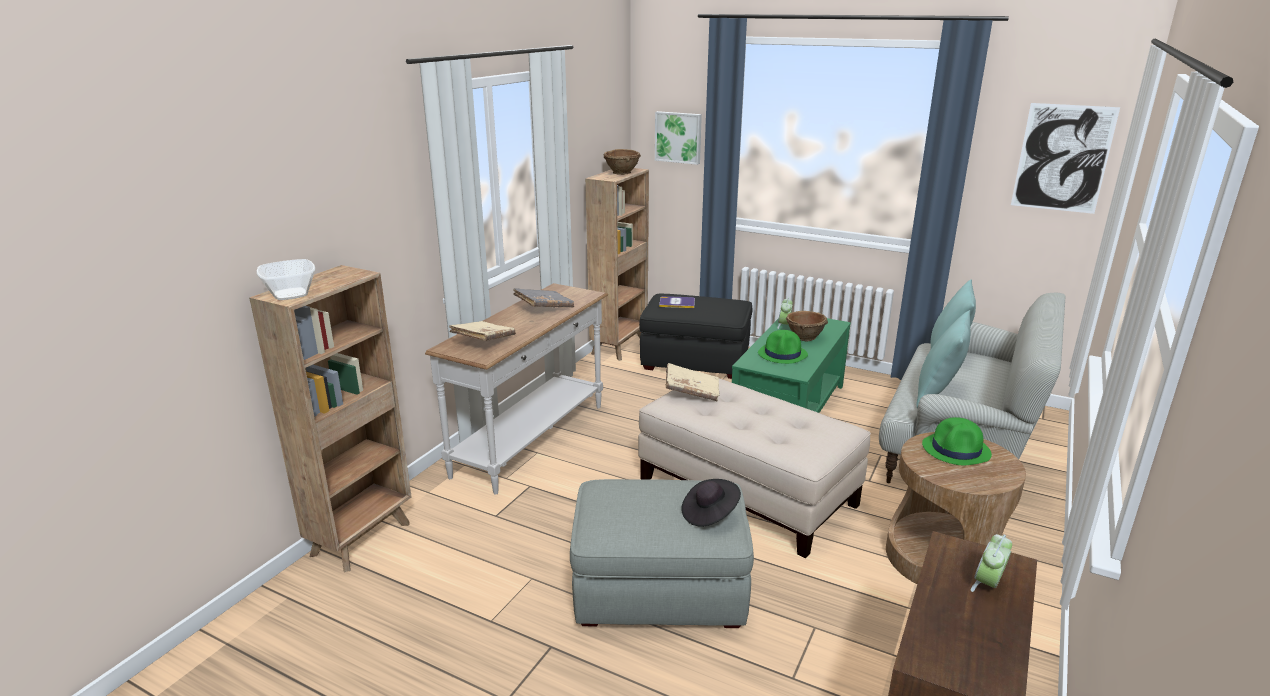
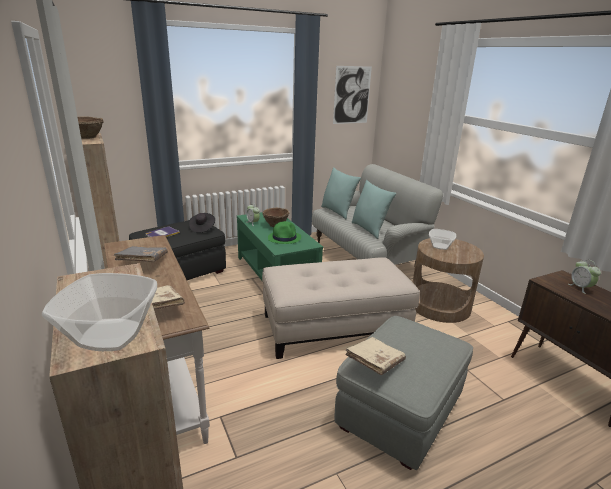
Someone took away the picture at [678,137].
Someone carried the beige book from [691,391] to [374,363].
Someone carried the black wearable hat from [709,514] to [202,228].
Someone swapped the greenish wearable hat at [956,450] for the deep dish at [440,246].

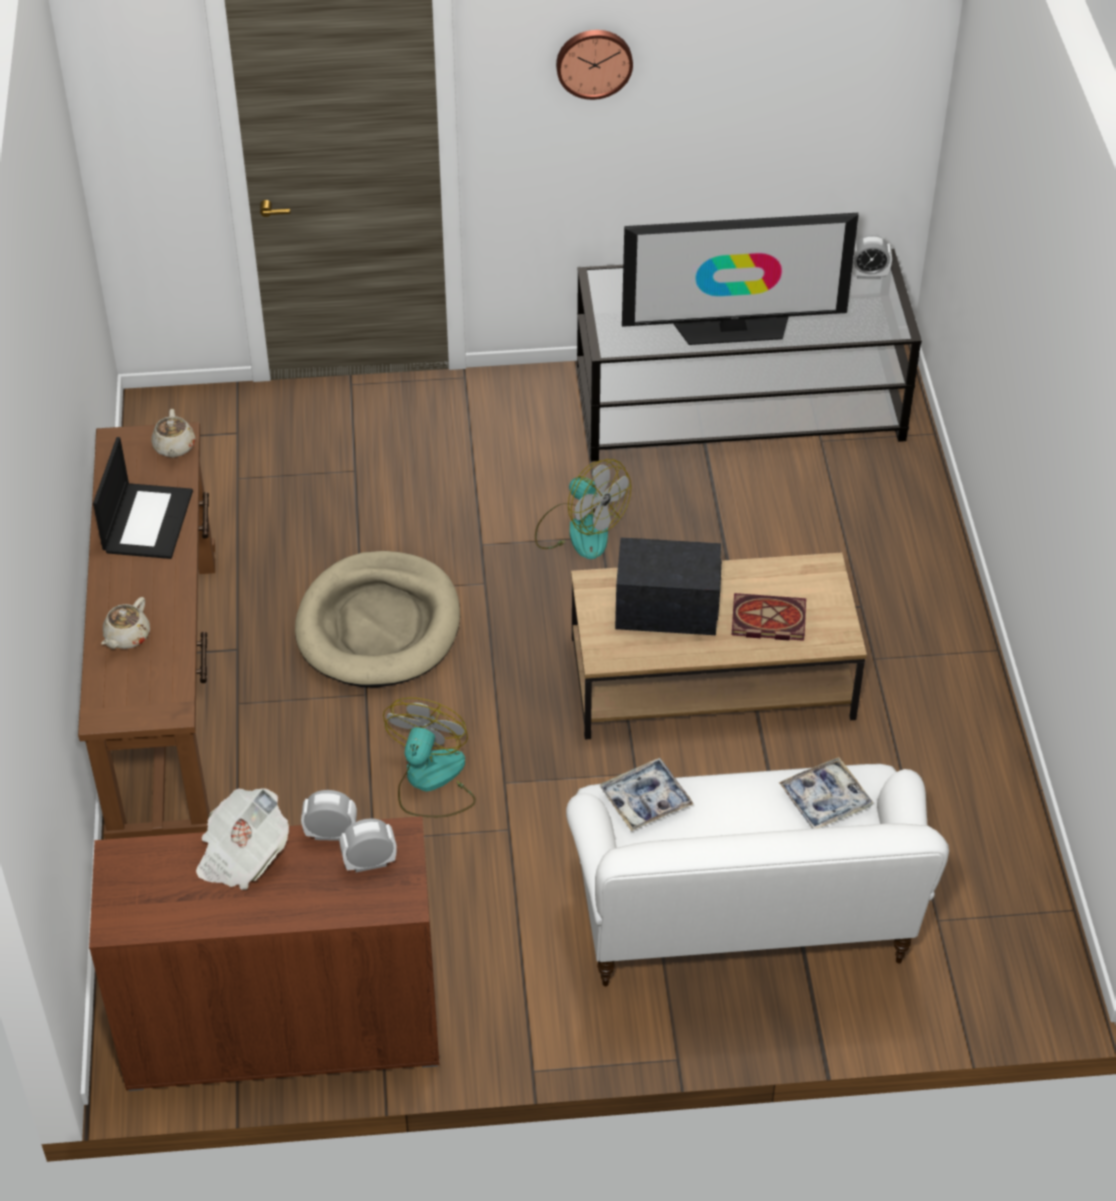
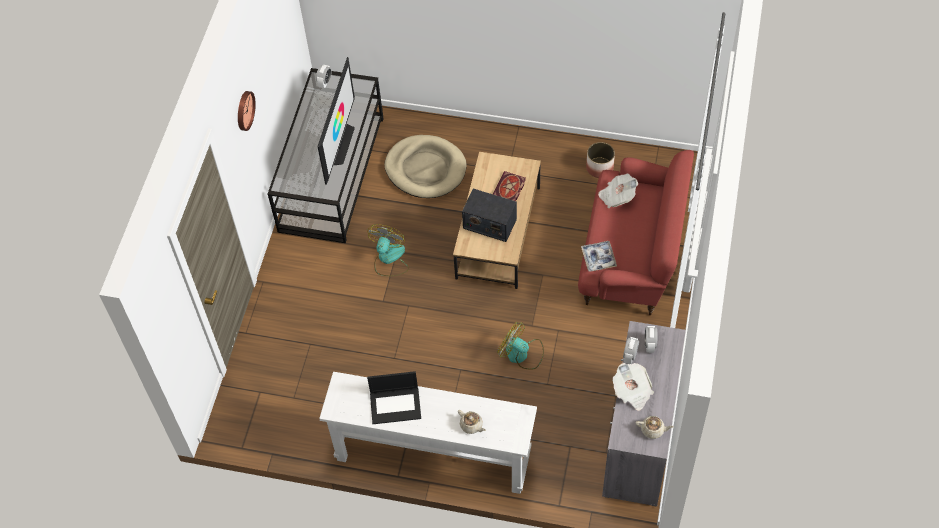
Someone put down the planter at [600,167].
Someone carried the beige tea pot from [174,447] to [653,430].
Someone carried the beige dog cushion from [379,625] to [425,169].
Someone swapped the carrying tray at [825,799] for the daily paper at [617,196].
Someone repainted the brown hall table at [166,698], which became the white-coloured hall table at [433,455].
Someone repainted the brown storage cabinet at [282,1027], which became the gray storage cabinet at [638,439].
Someone repainted the white-coloured sofa at [743,919], which became the red sofa at [631,257].
Someone rotated the laptop at [147,521] by 150 degrees clockwise.
Someone rotated the electric fan at [579,530] by 45 degrees counterclockwise.
Someone rotated the radio at [667,608] by 90 degrees counterclockwise.

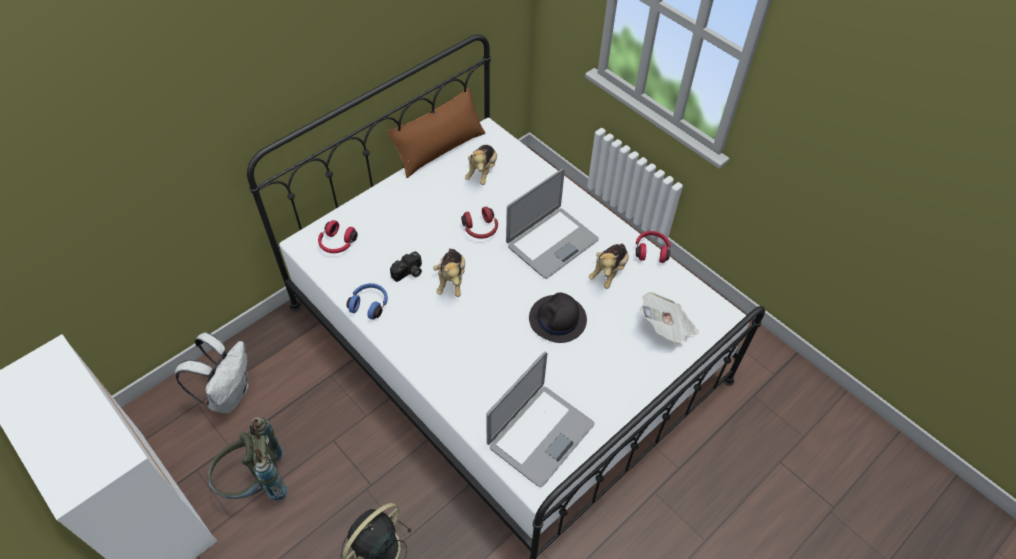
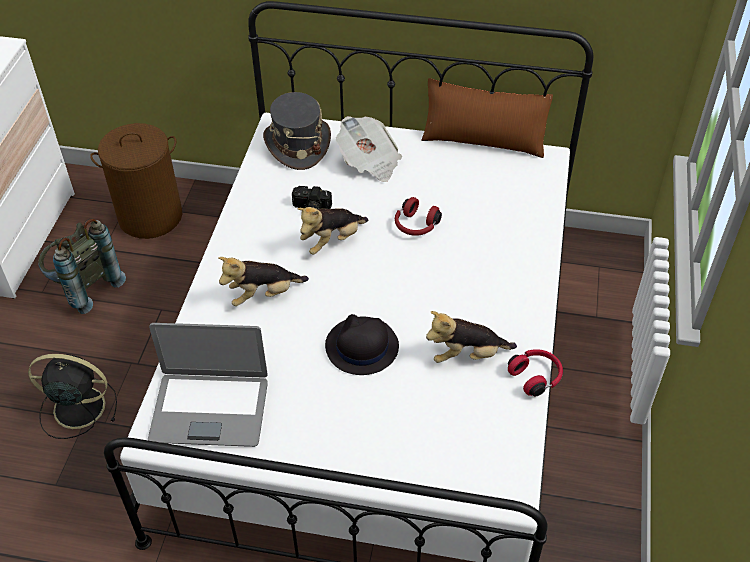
Someone took away the bluish pair of headphones at [370,304].
Someone took away the laptop at [551,242].
Someone carried the soft toy from [482,172] to [263,295].
Someone carried the daily paper from [666,327] to [369,162].
Someone swapped the white-coloured backpack at [229,394] for the brown hamper at [151,216].
Someone swapped the red pair of headphones at [337,243] for the gray wearable hat at [297,145].

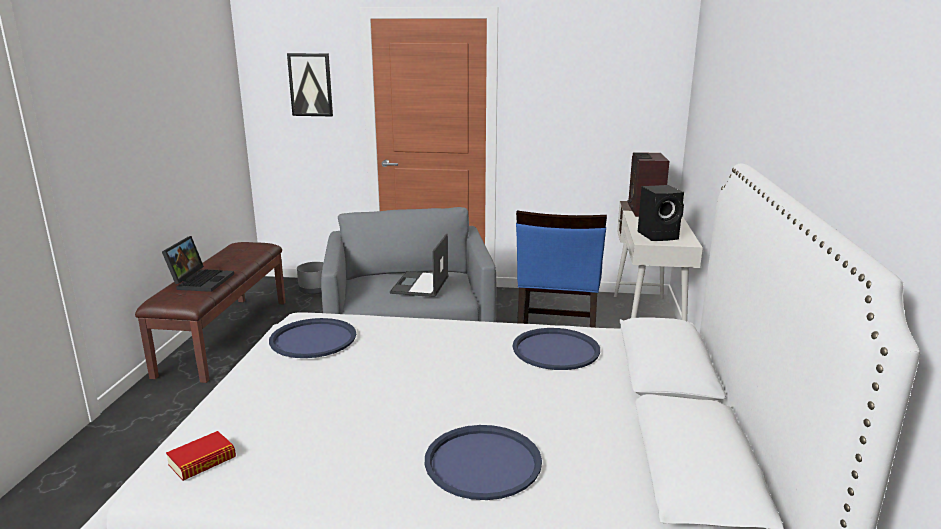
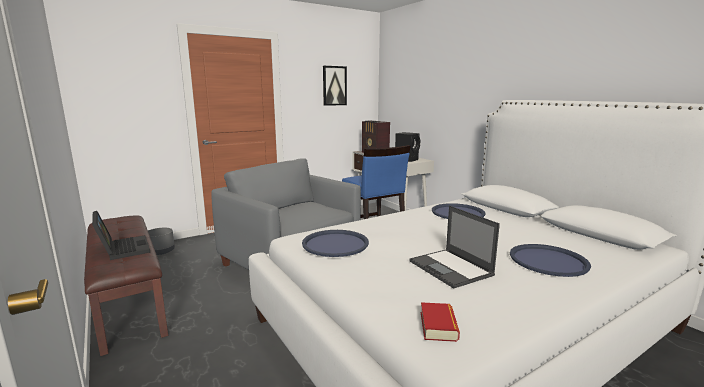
Someone carried the picture from [310,85] to [334,85].
Someone carried the laptop from [420,285] to [451,268].

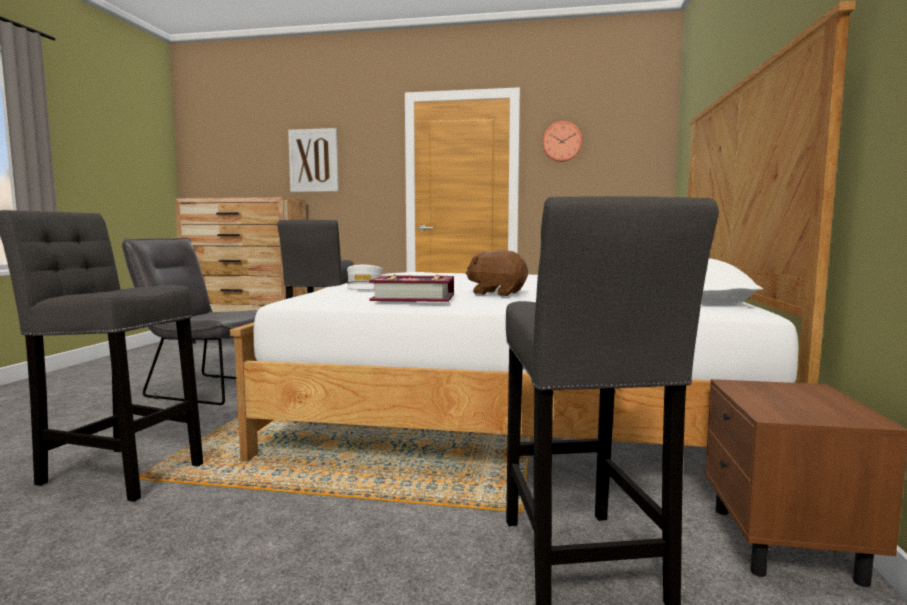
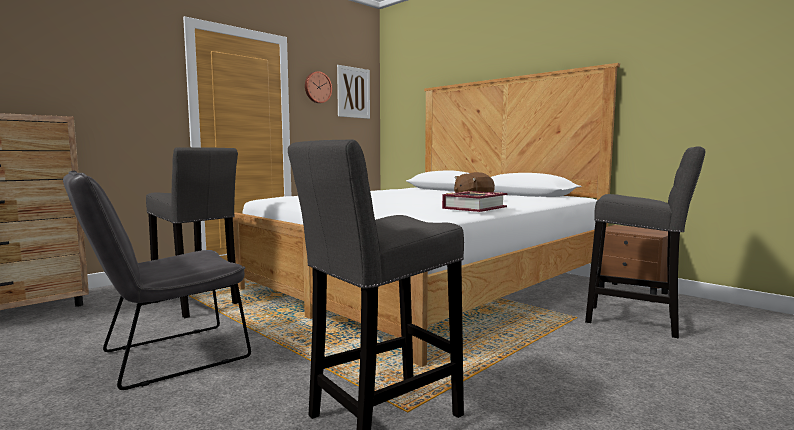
Someone took away the white-coloured peaked cap at [364,287].
Someone carried the picture from [313,160] to [353,92].

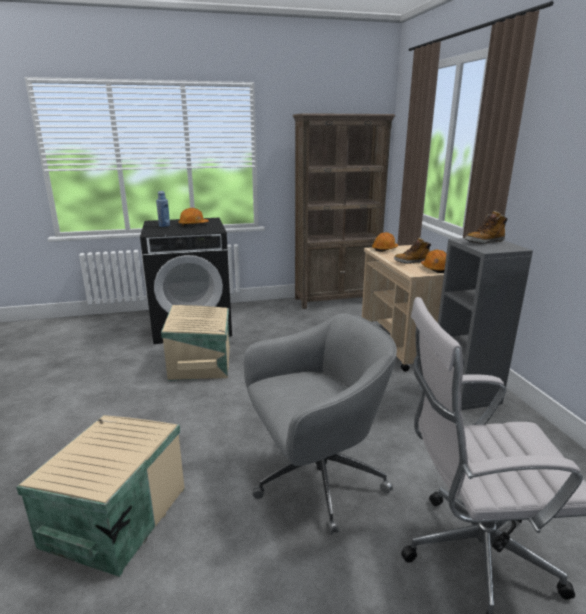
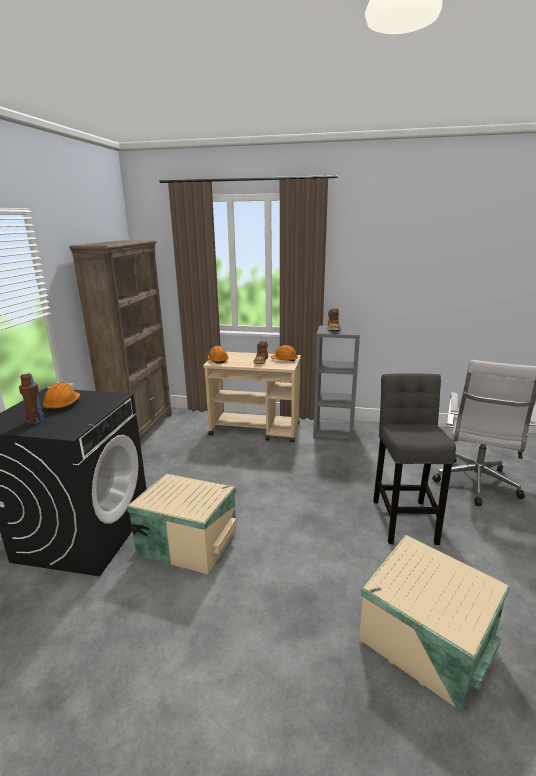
Someone swapped the gray office chair at [315,479] for the gray sitting stool at [404,518].
Someone repainted the bluish drink bottle at [164,226], which became the brown drink bottle at [36,420].

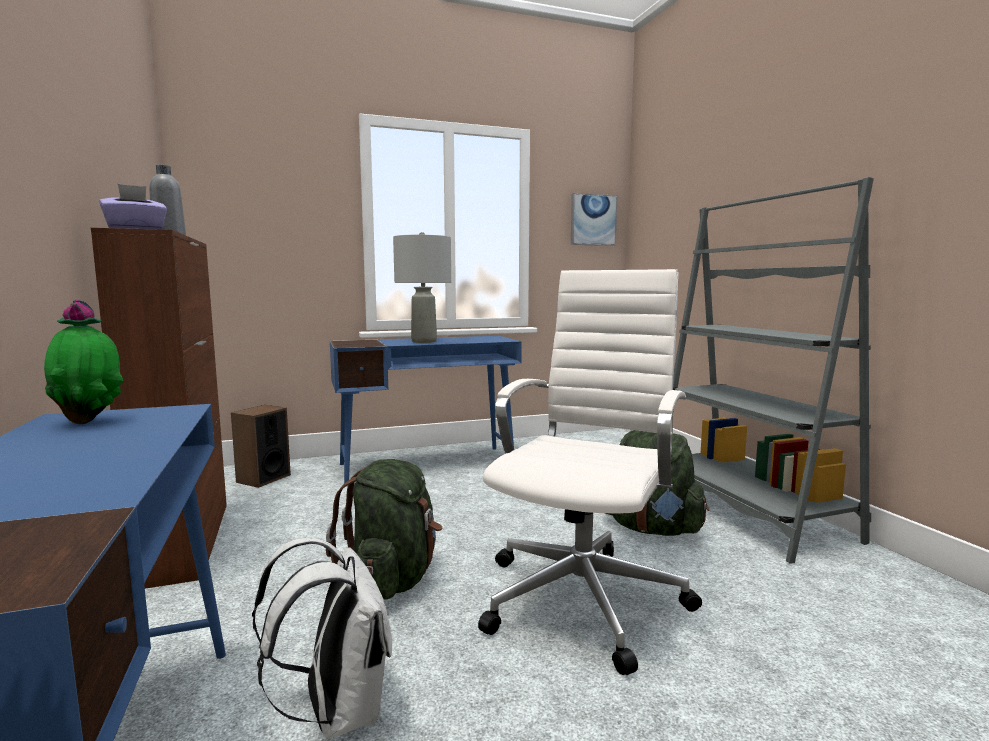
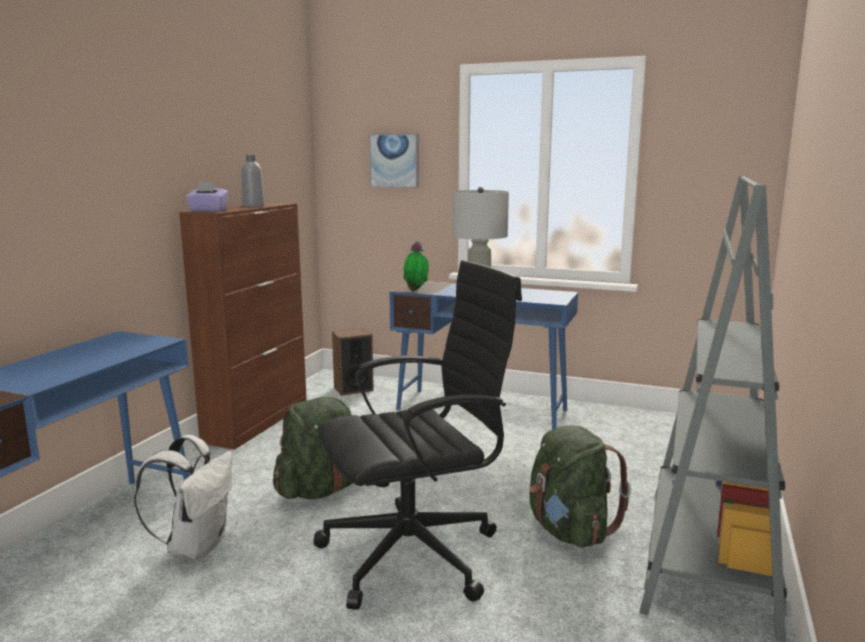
Someone carried the potted plant from [90,422] to [416,290].
Someone carried the picture from [593,220] to [394,160].
Someone repainted the white-coloured office chair at [585,596], which became the black office chair at [416,554].

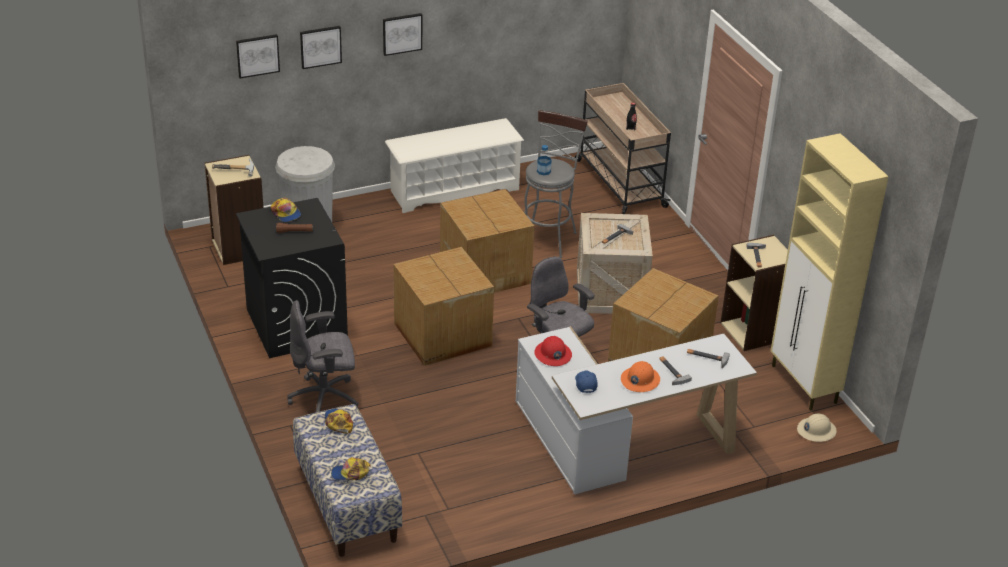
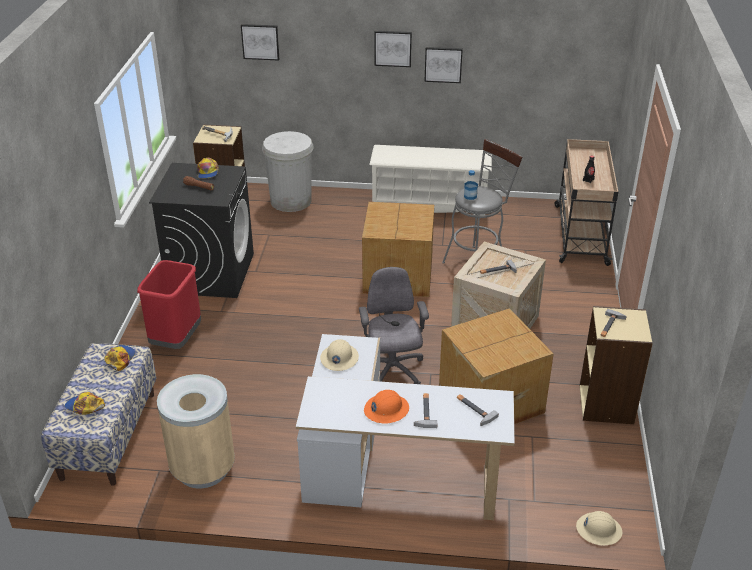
Someone took away the carton at [442,335].
Someone took away the bluish peaked cap at [585,384].
Someone took away the beige storage cabinet at [804,385].
Someone put down the beige waste bin at [202,468].
Someone carried the picture from [320,46] to [443,64].
Someone swapped the gray office chair at [325,398] for the red waste bin at [176,339].
Someone repainted the red work helmet at [552,354], which became the beige work helmet at [339,358].

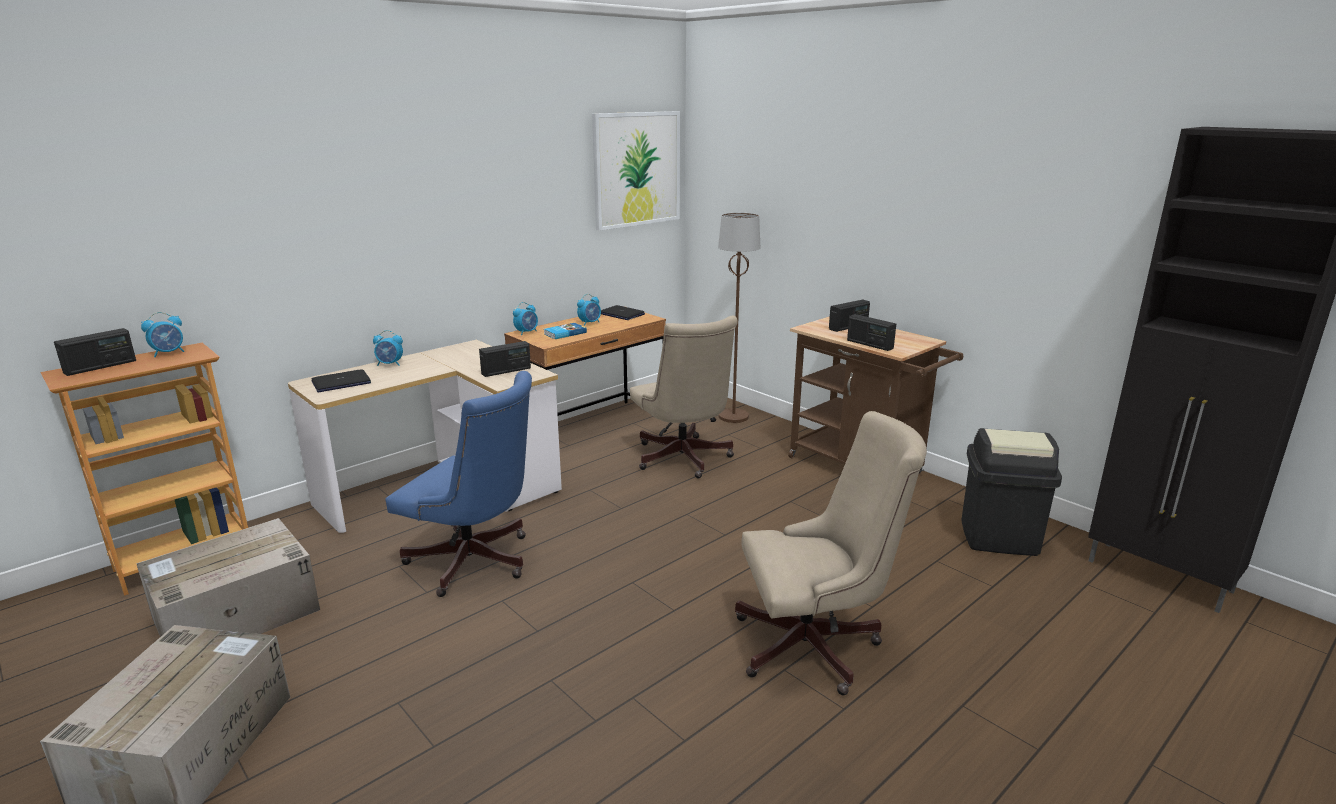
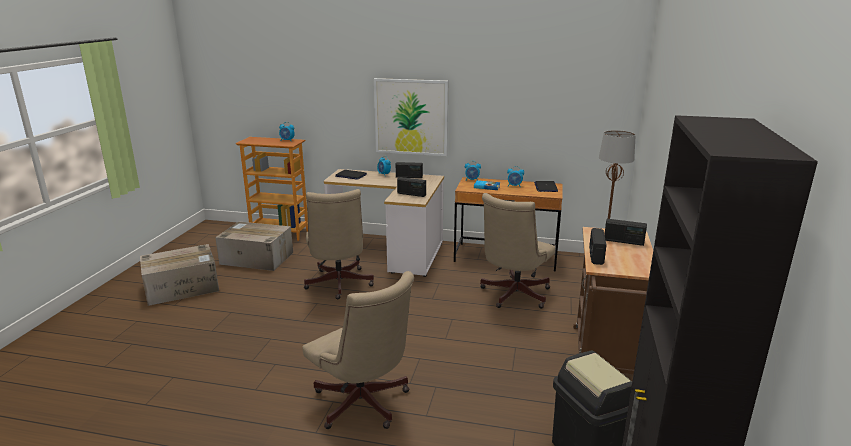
Someone carried the radio from [100,367] to [409,177].
Someone carried the picture from [636,169] to [411,117].
Someone repainted the bluish office chair at [476,563], which became the beige office chair at [338,285].

